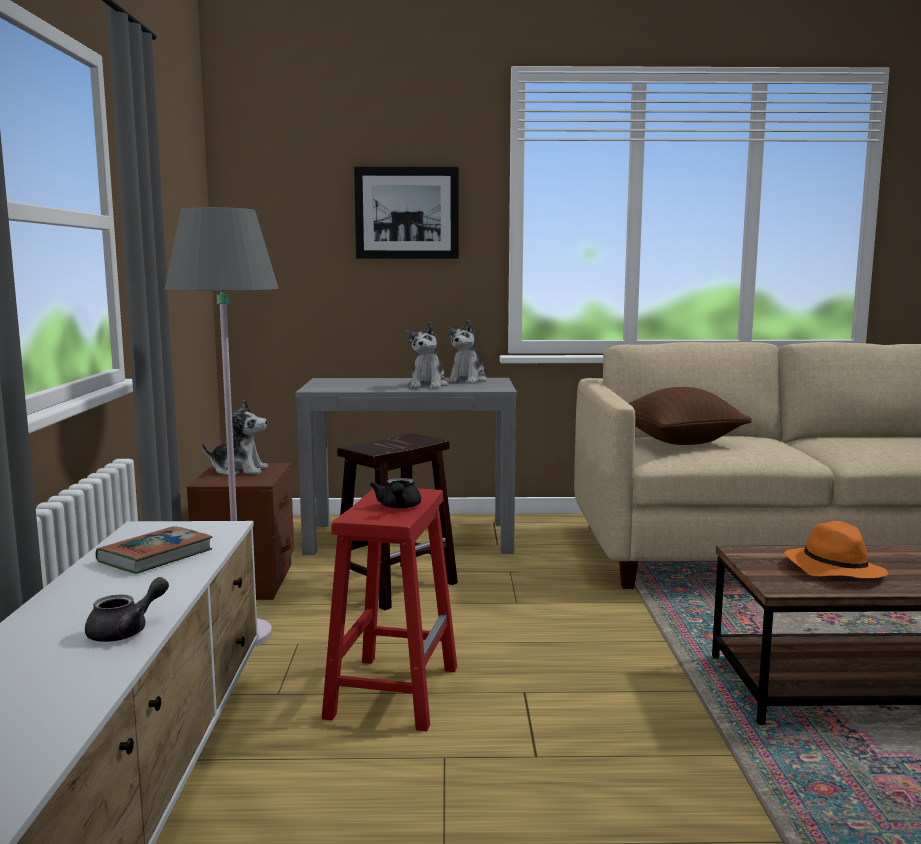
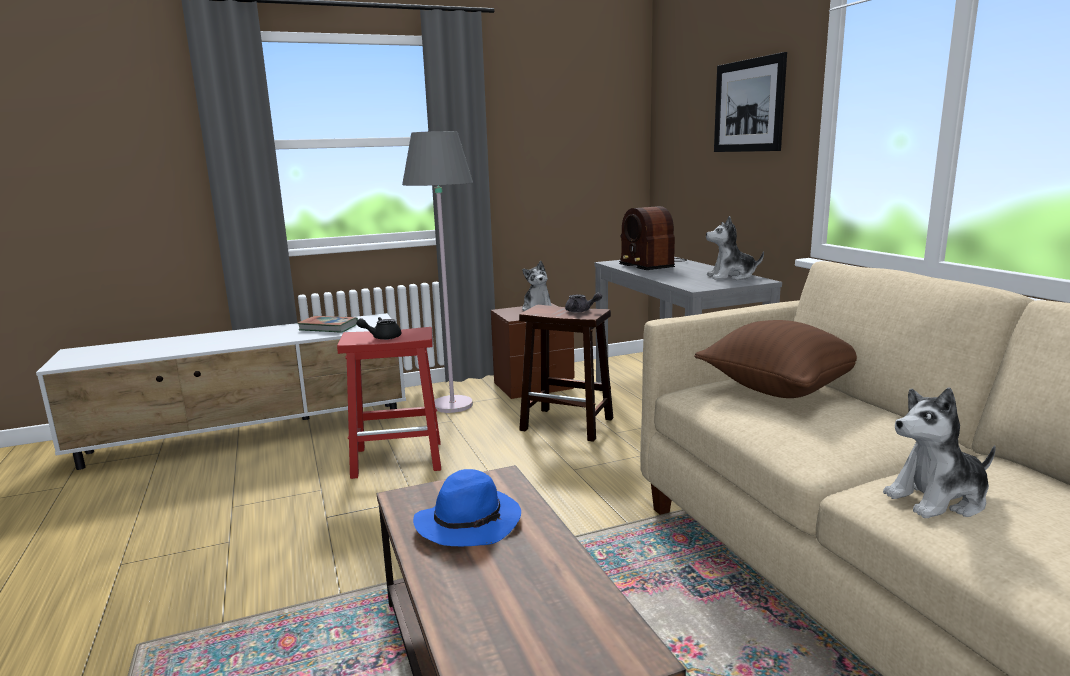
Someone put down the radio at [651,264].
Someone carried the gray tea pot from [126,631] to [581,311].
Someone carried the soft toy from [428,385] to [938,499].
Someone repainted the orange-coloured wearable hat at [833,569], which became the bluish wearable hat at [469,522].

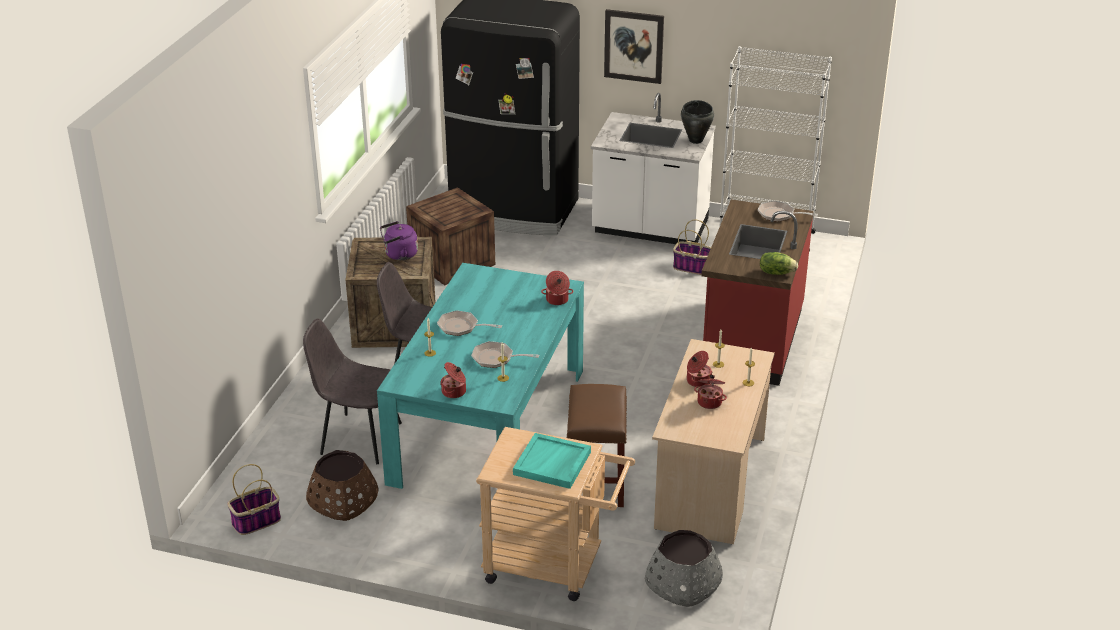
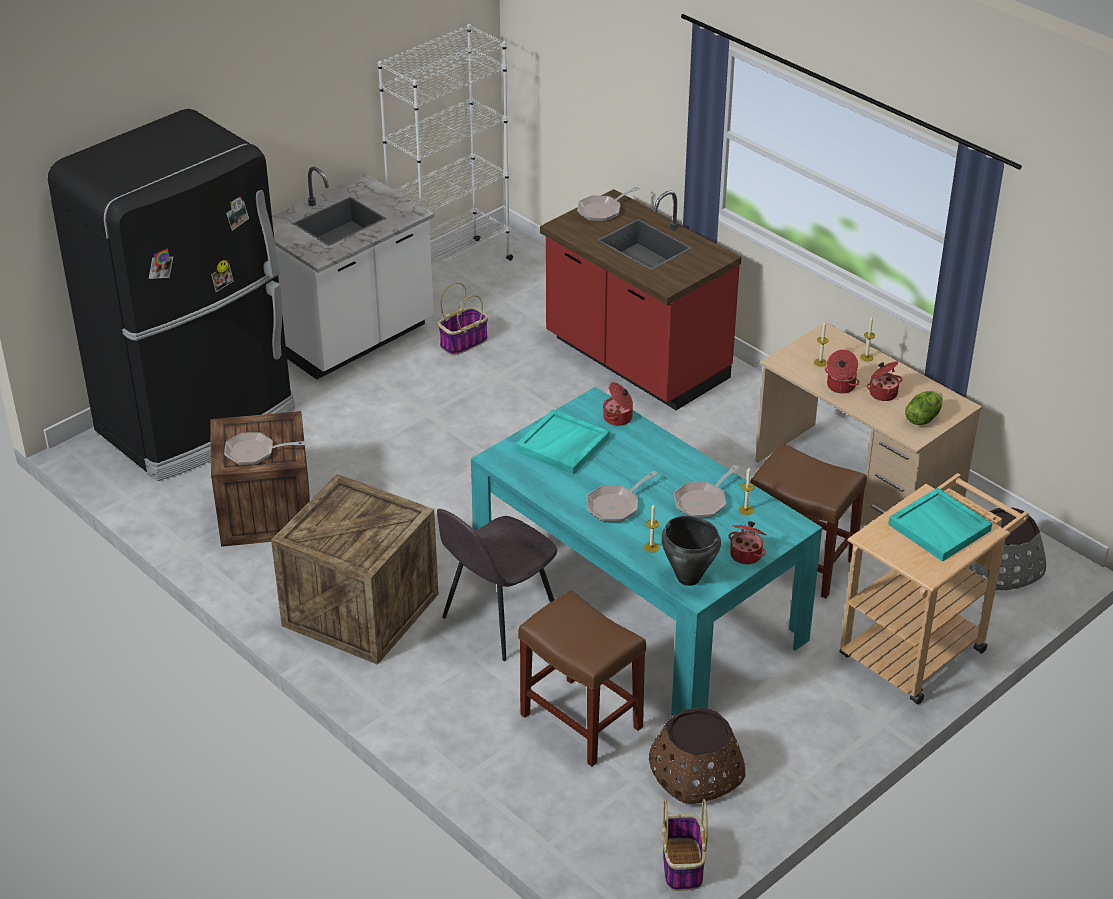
Someone took away the purple water kettle at [399,255].
Someone took away the picture at [634,46].
Someone put down the frying pan at [254,453].
Someone put down the blue-green carrying tray at [563,445].
Someone carried the black saucepot from [696,140] to [688,577].
Someone carried the lettuce head from [776,272] to [922,418].
Someone swapped the gray plain chair at [358,438] for the brown sitting stool at [579,720].

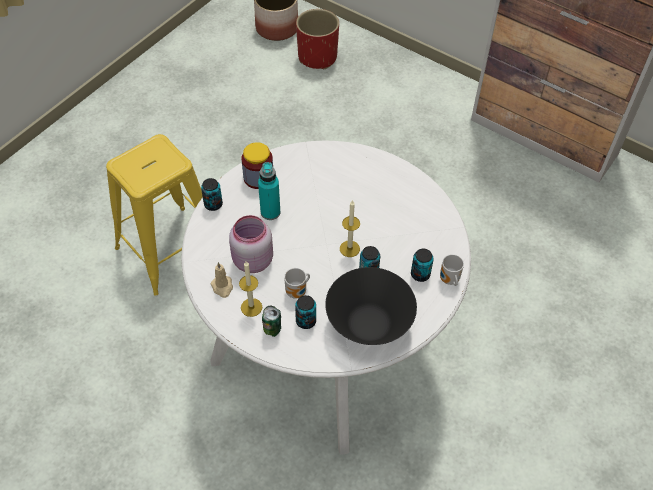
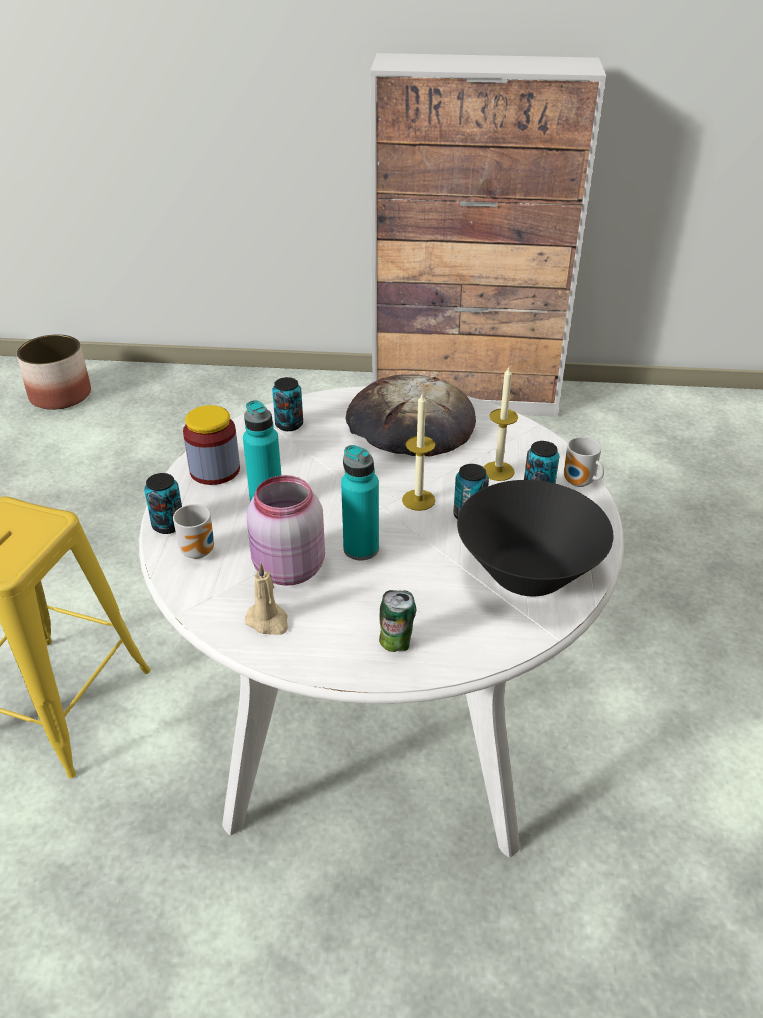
Someone took away the red planter at [317,57].
Someone put down the blue-green drink bottle at [361,549].
Someone put down the bakery bread at [410,424].
Someone carried the wax candle from [251,307] to [498,471].
Someone carried the coffee mug from [297,292] to [201,551].
Someone carried the sealed can from [306,321] to [289,424].

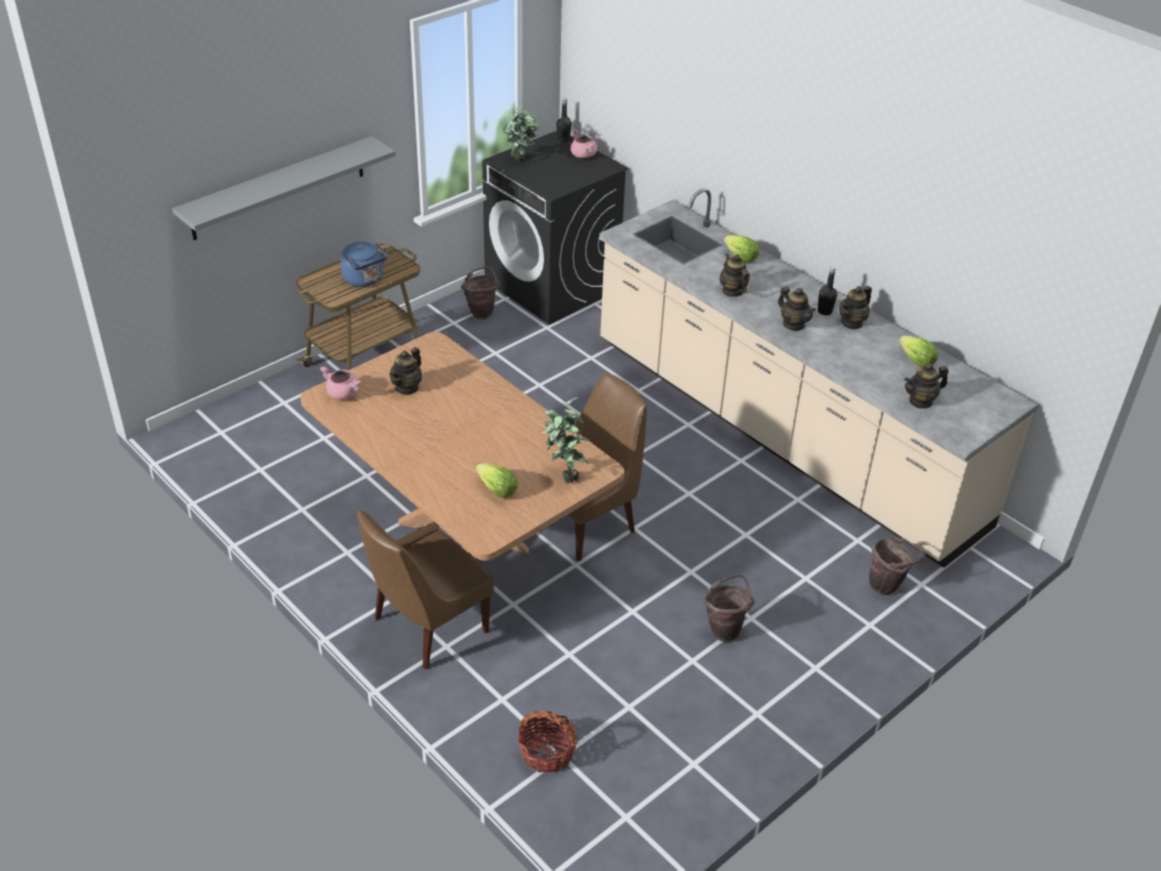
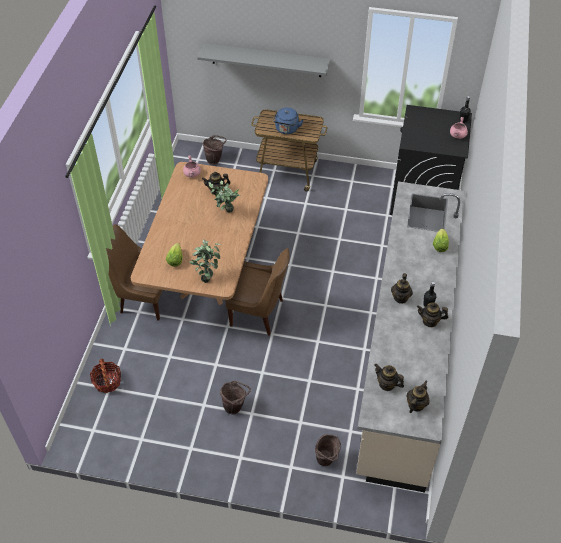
Someone took away the lettuce head at [916,361].
Someone carried the brown water bucket from [482,312] to [215,160].
Someone carried the potted plant from [521,163] to [226,213].
Someone carried the tea pot from [732,291] to [416,405].

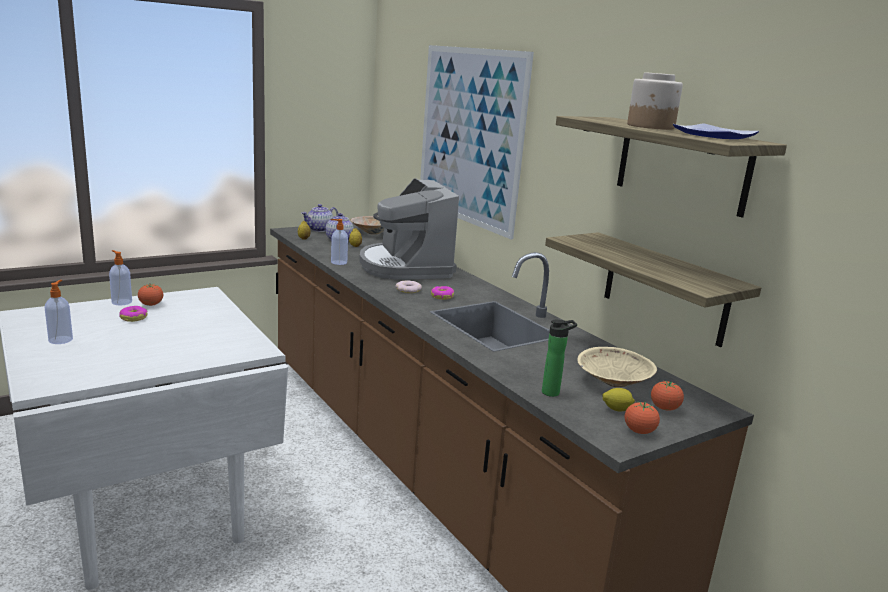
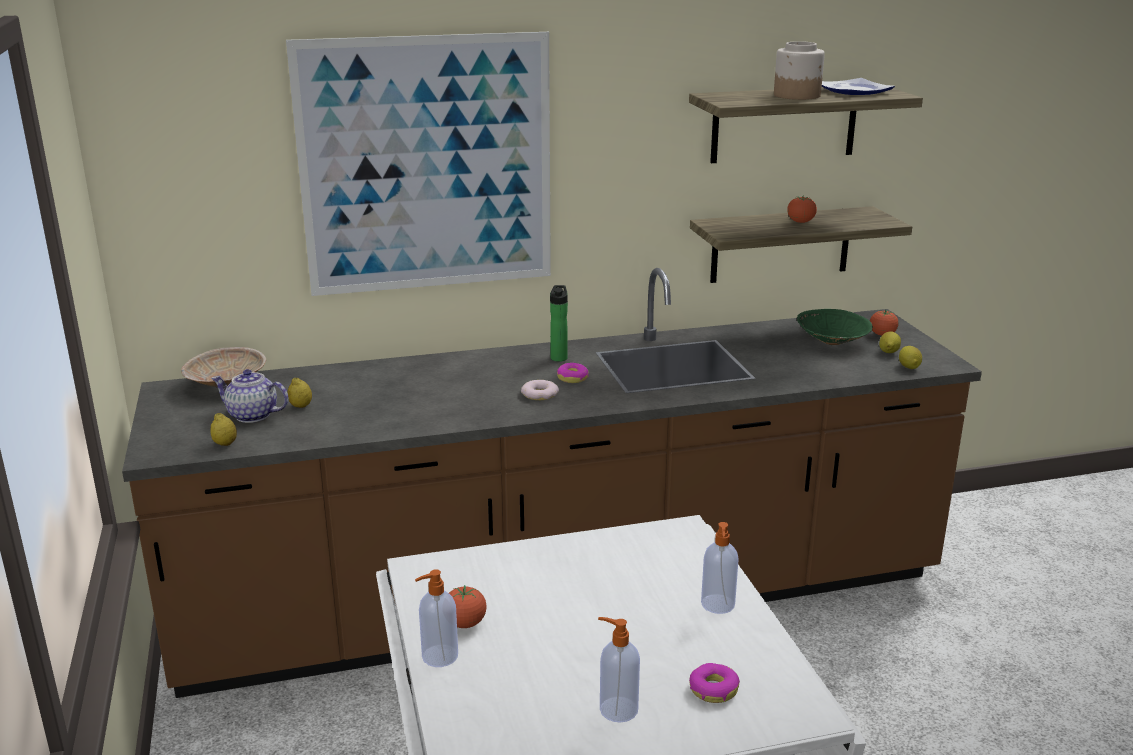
Someone took away the tea pot at [319,229].
Someone took away the coffee machine at [405,266].
Someone put down the lemon at [909,367].
Someone carried the donut from [133,318] to [713,689].
Someone carried the soap dispenser from [338,262] to [718,605].
Someone carried the drink bottle from [553,392] to [559,357].
Someone carried the tomato from [639,431] to [800,222].
Someone repainted the beige deep dish at [612,383], which became the greenish deep dish at [832,342].

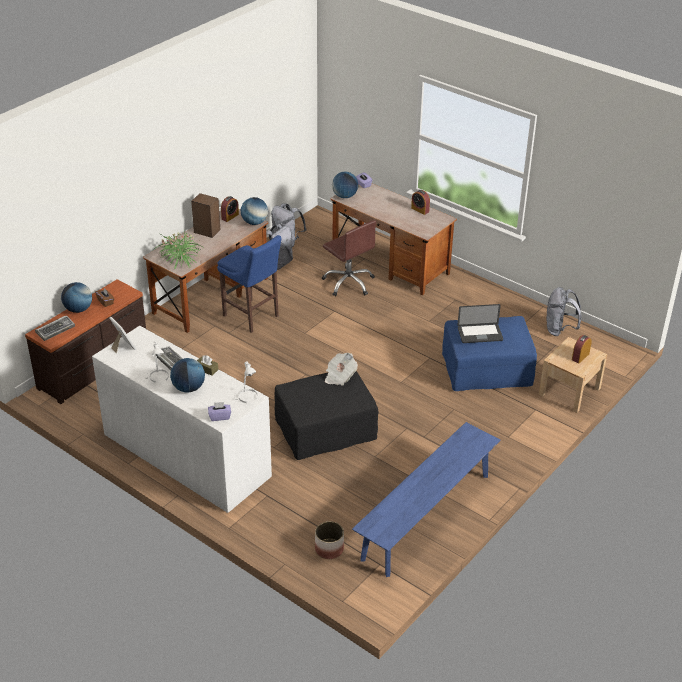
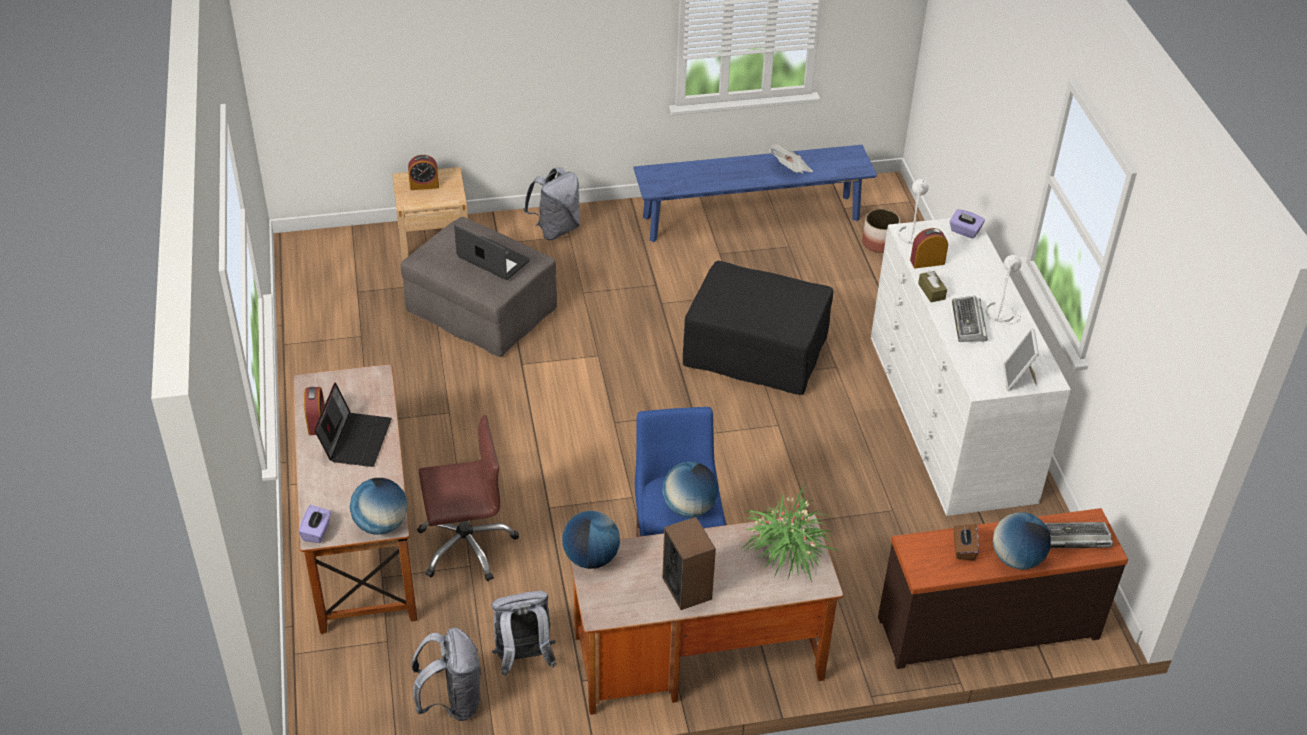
Someone put down the laptop at [355,439].
Someone carried the world globe from [188,388] to [689,508].
Someone carried the alarm clock from [230,216] to [927,262].
Someone carried the daily paper from [339,376] to [790,169].
Someone carried the gray backpack from [559,330] to [556,229].
Someone repainted the bluish pouffe at [486,370], which became the gray pouffe at [480,311].
Someone rotated the brown office chair at [349,282] by 75 degrees clockwise.

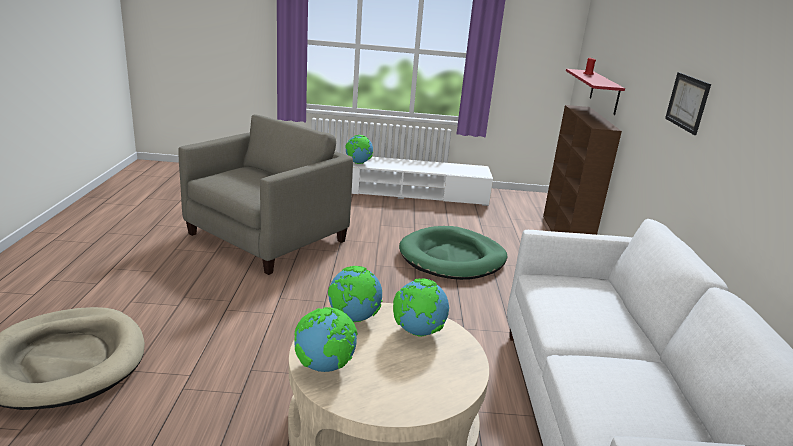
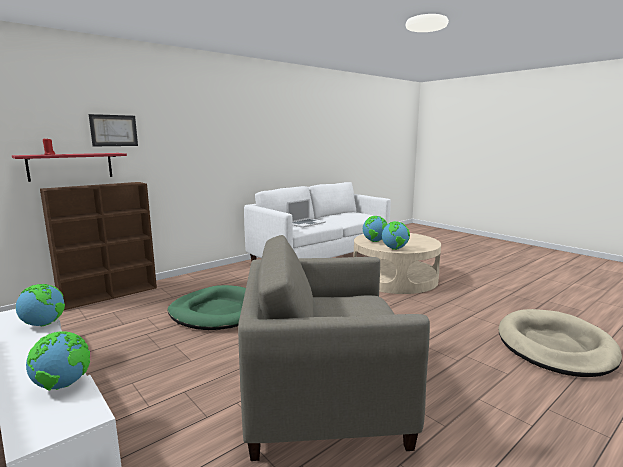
Someone put down the laptop at [306,223].
Someone carried the world globe from [325,366] to [44,324].
Someone carried the picture from [687,102] to [114,130].

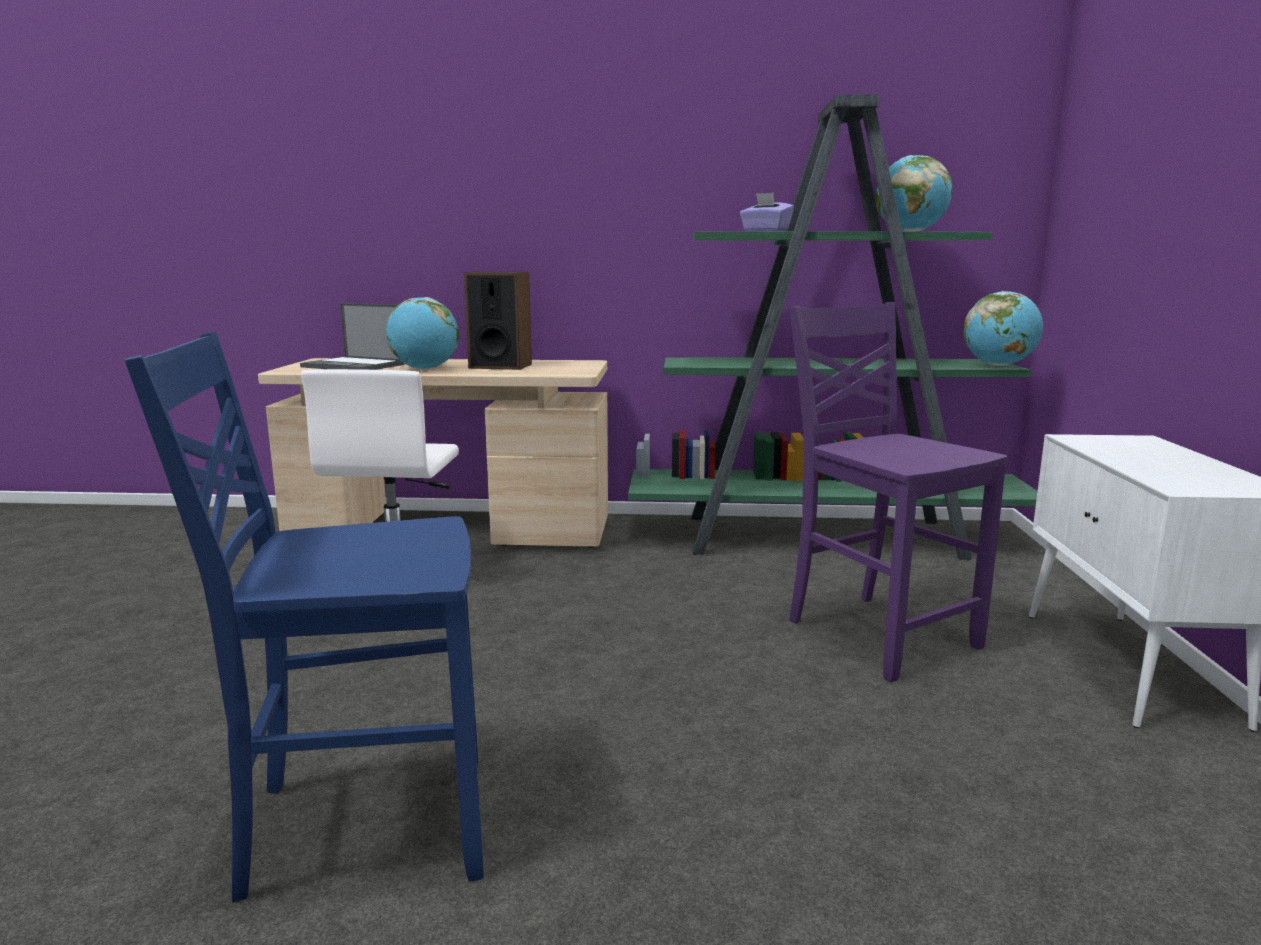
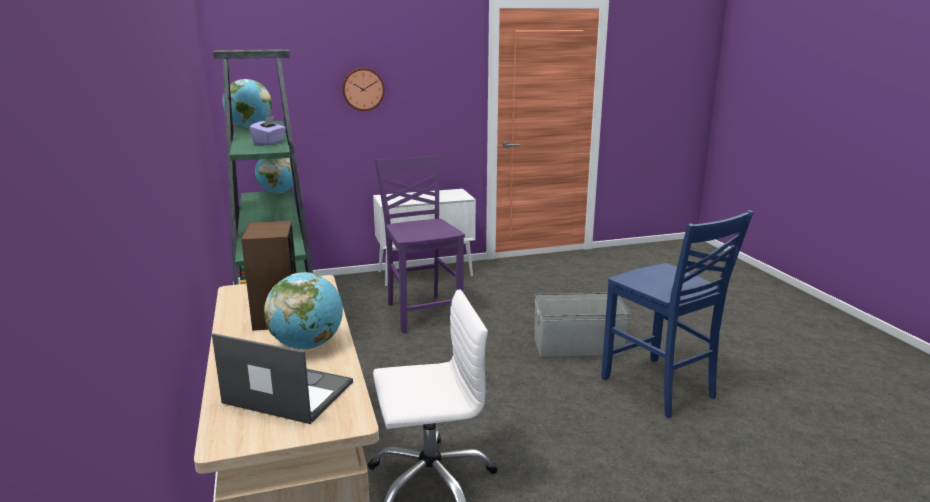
Someone put up the wall clock at [363,89].
Someone put down the gray storage box at [577,346].
Someone rotated the laptop at [355,365] by 75 degrees counterclockwise.
Someone rotated the purple plain chair at [878,633] by 120 degrees clockwise.

